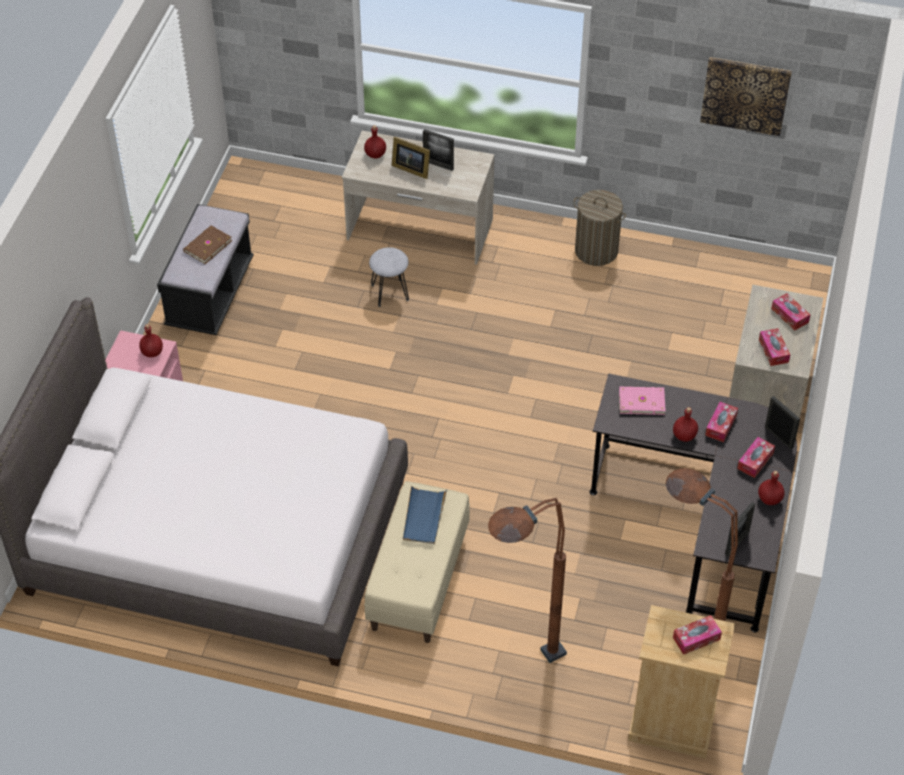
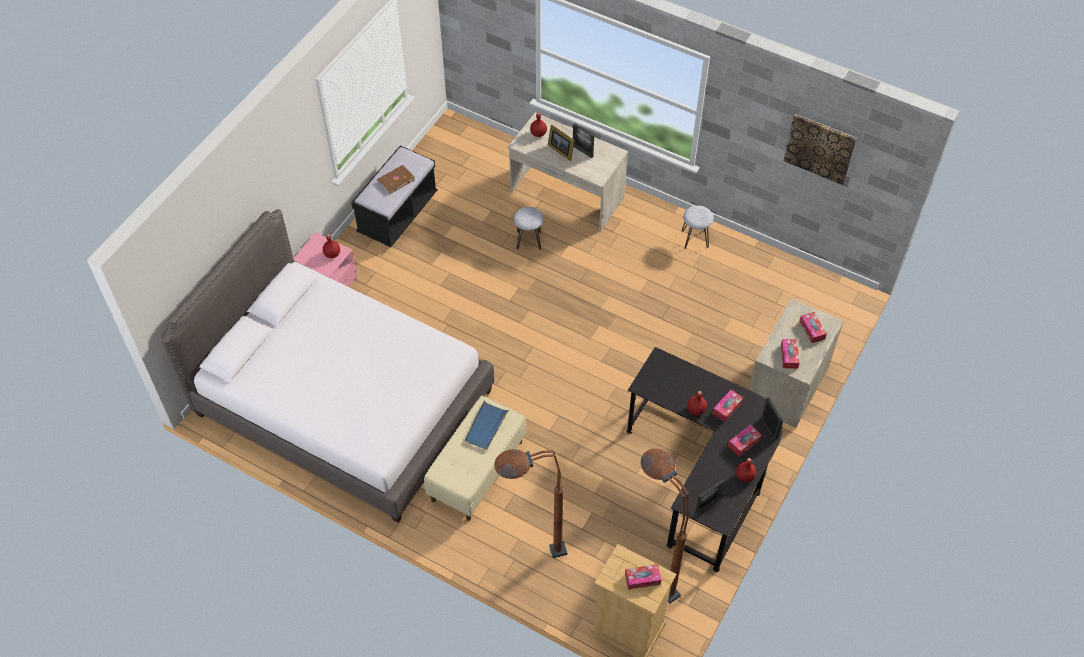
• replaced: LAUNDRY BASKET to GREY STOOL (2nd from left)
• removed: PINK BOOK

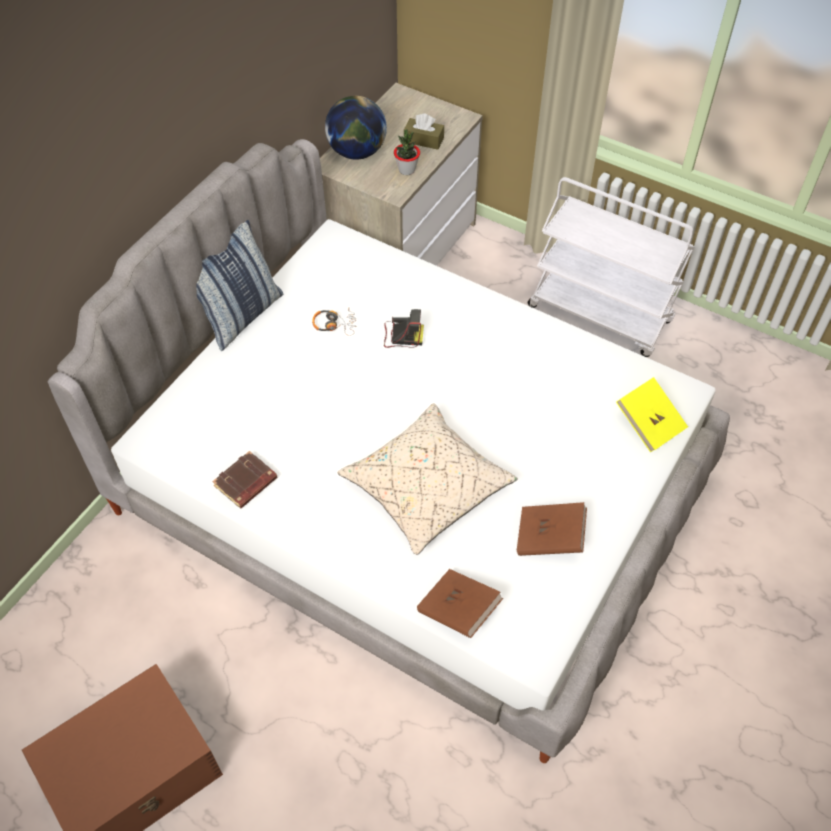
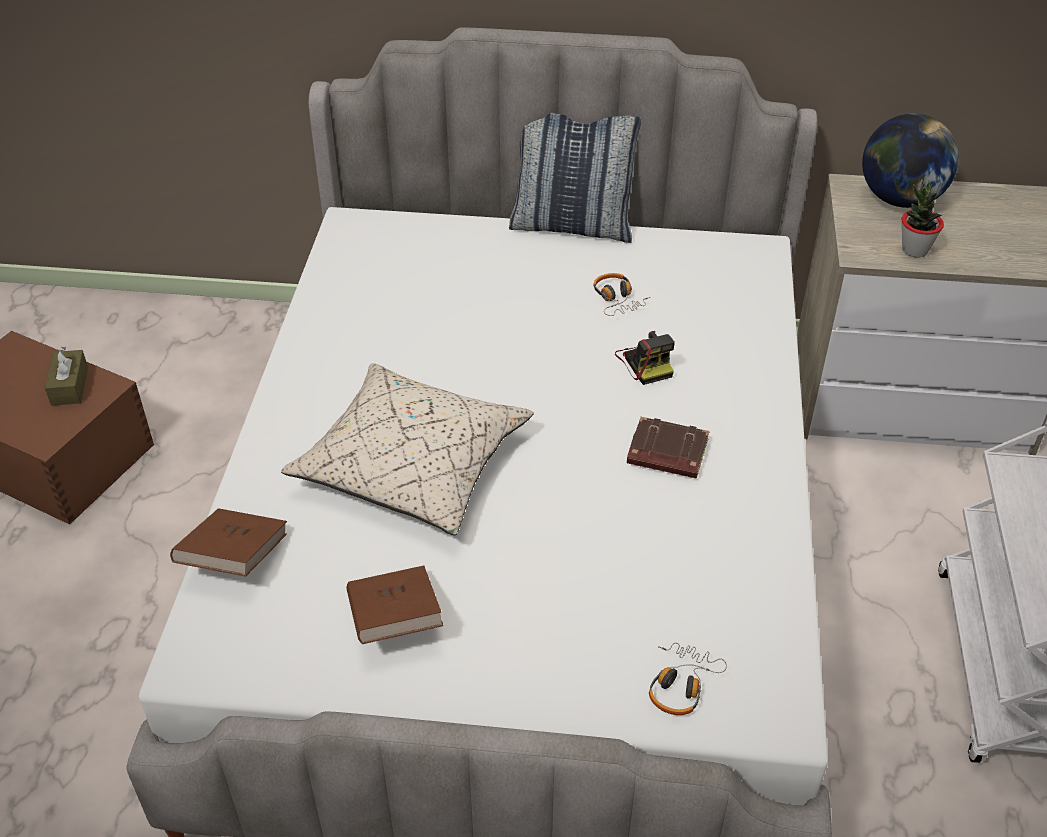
• moved: BROWN TISSUE BOX
• replaced: YELLOW BOOK to HEADPHONES (2nd from left)
• moved: BROWN BOOK (1st from left in the first image) to BROWN BOOK (3rd from left)

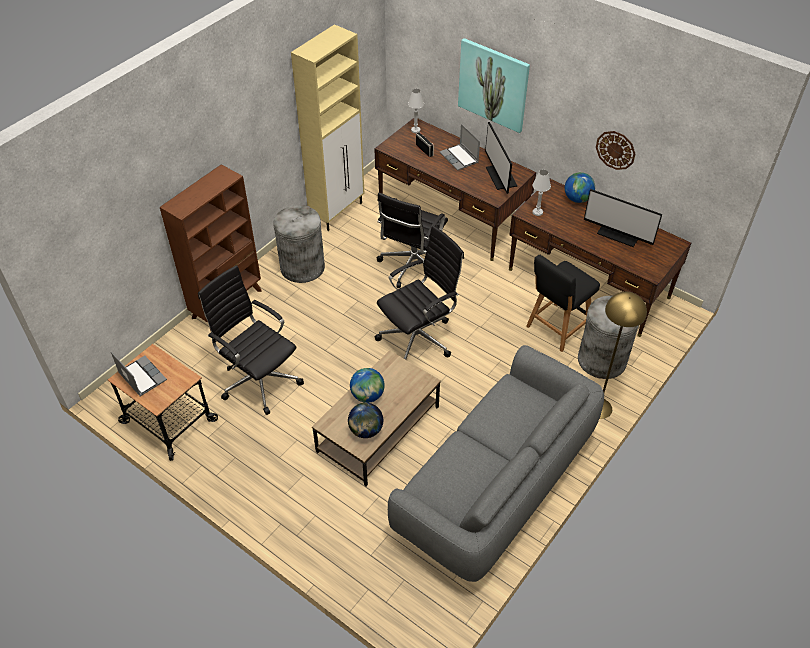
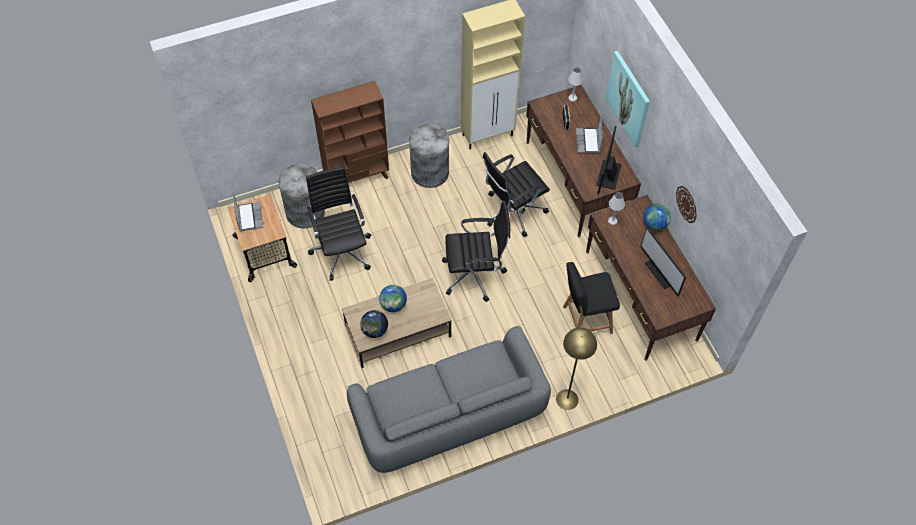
• moved: GREY TRASH CAN (2nd from left in the first image) to GREY TRASH CAN (1st from left)

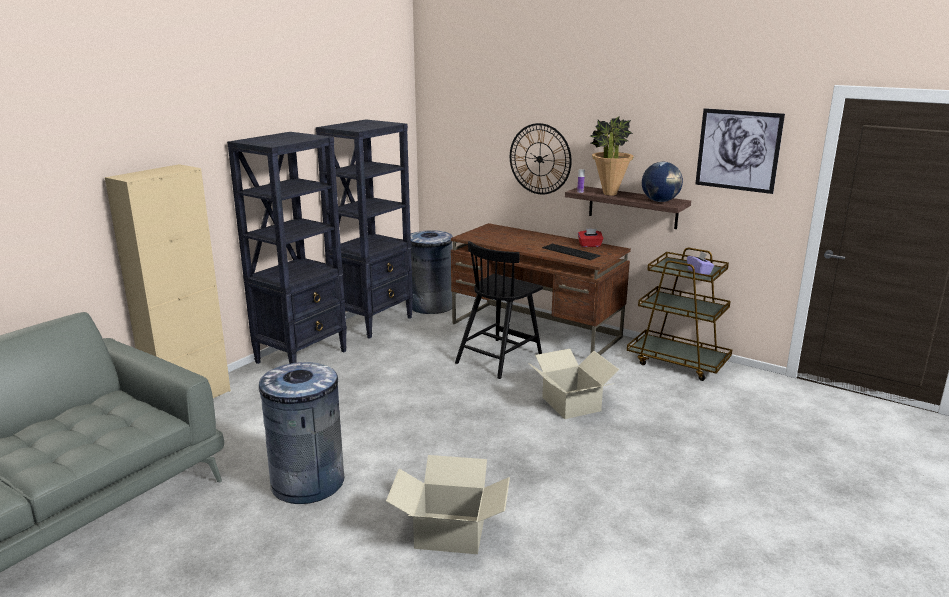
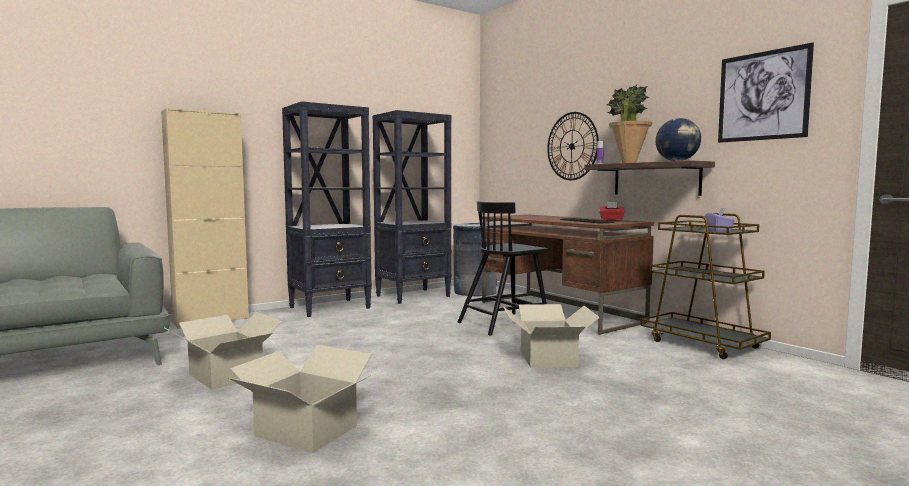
• replaced: GREY TRASH CAN (1st from left) to CARDBOARD BOX (1st from left)

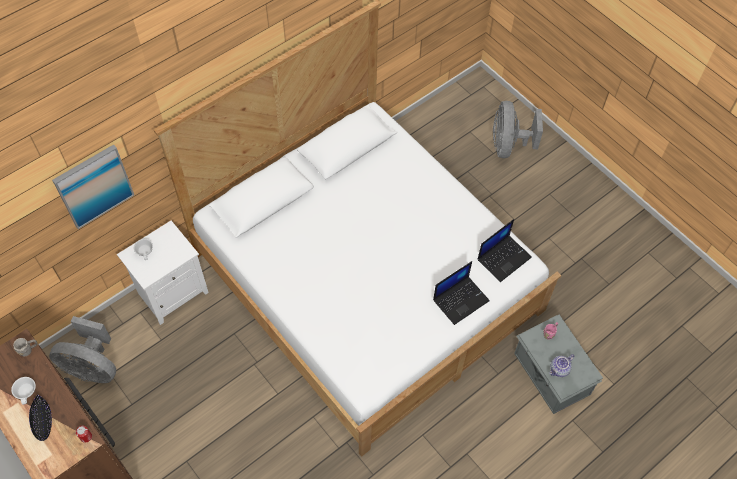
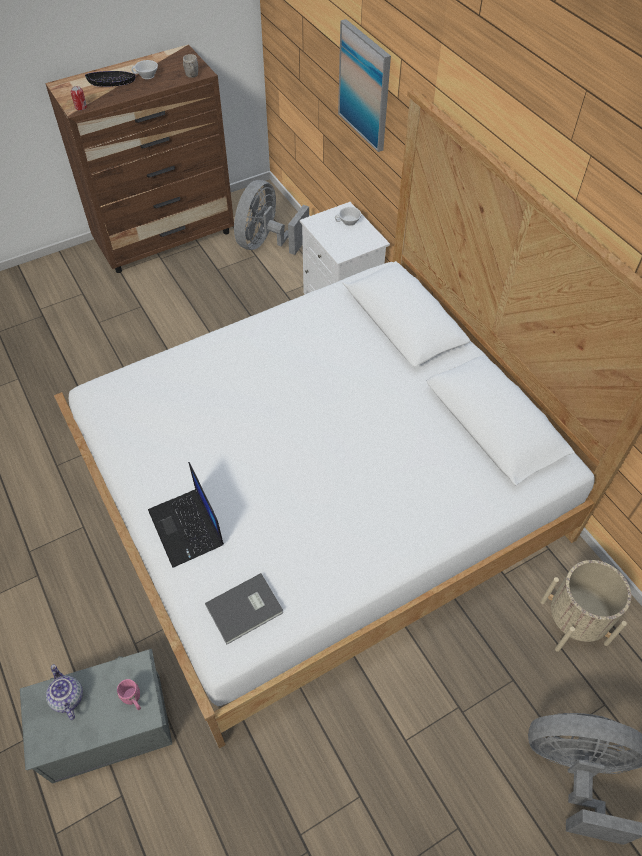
• replaced: LAPTOP (2nd from left) to GREY BOOK
• added: BEIGE PLANTER

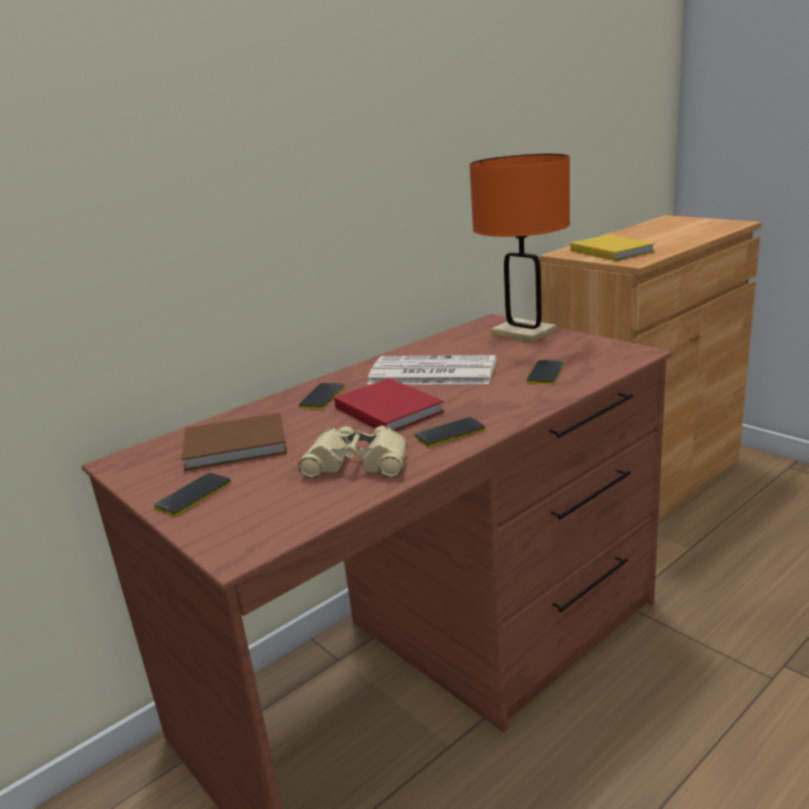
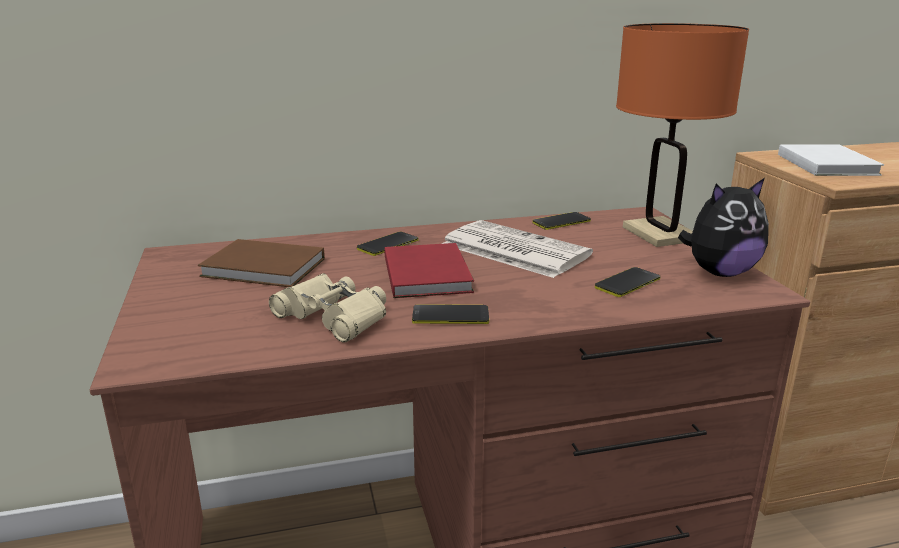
• recoloured: YELLOW BOOK to WHITE BOOK
• moved: PHONE (1st from left in the first image) to PHONE (3rd from left)
• added: PLUSH TOY

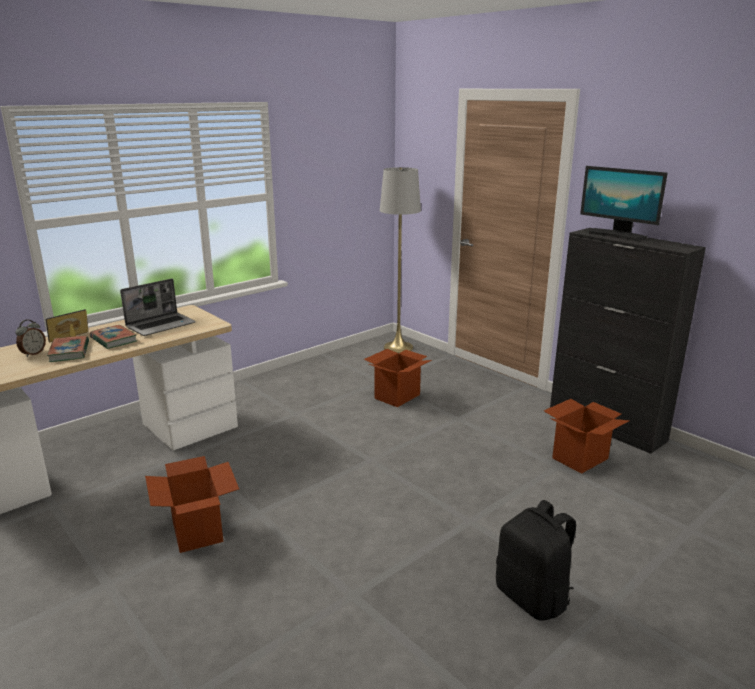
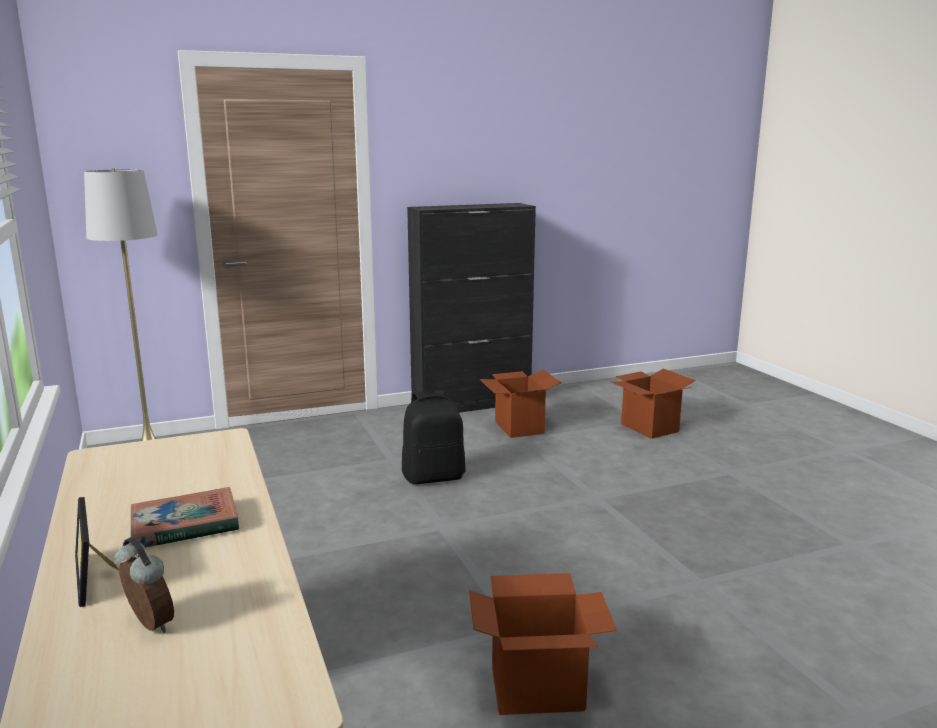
• removed: MONITOR
• removed: LAPTOP
• removed: BOOK (1st from left)
• moved: CARDBOARD BOX (2nd from left in the first image) to CARDBOARD BOX (3rd from left)
• moved: BLACK BACKPACK

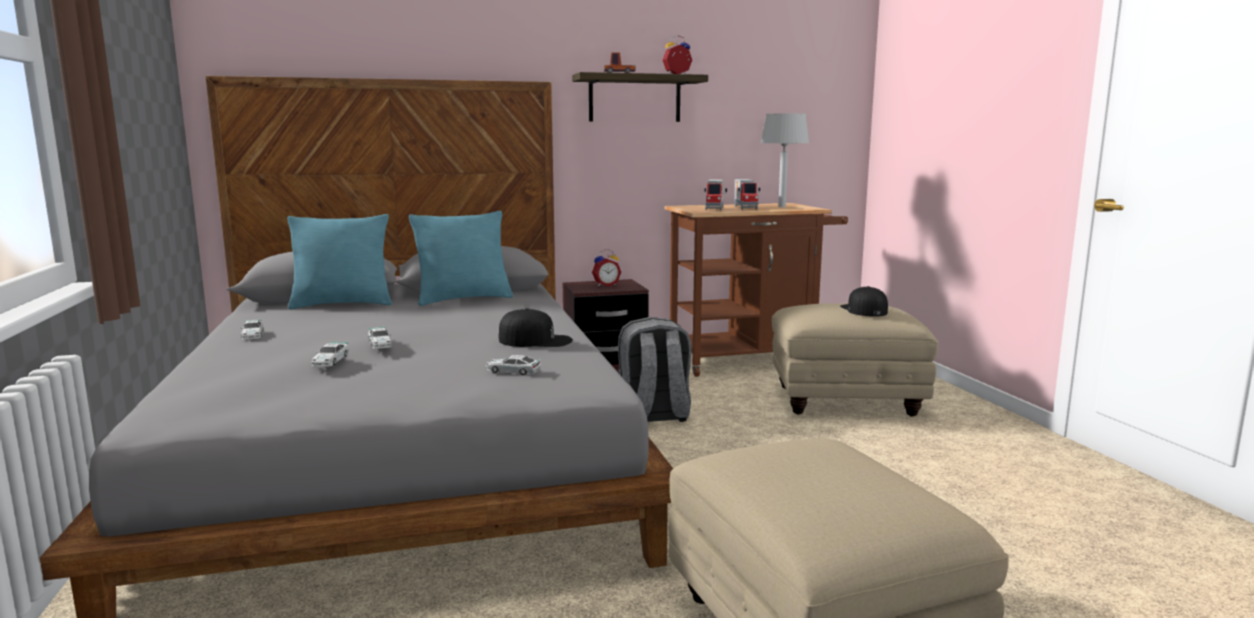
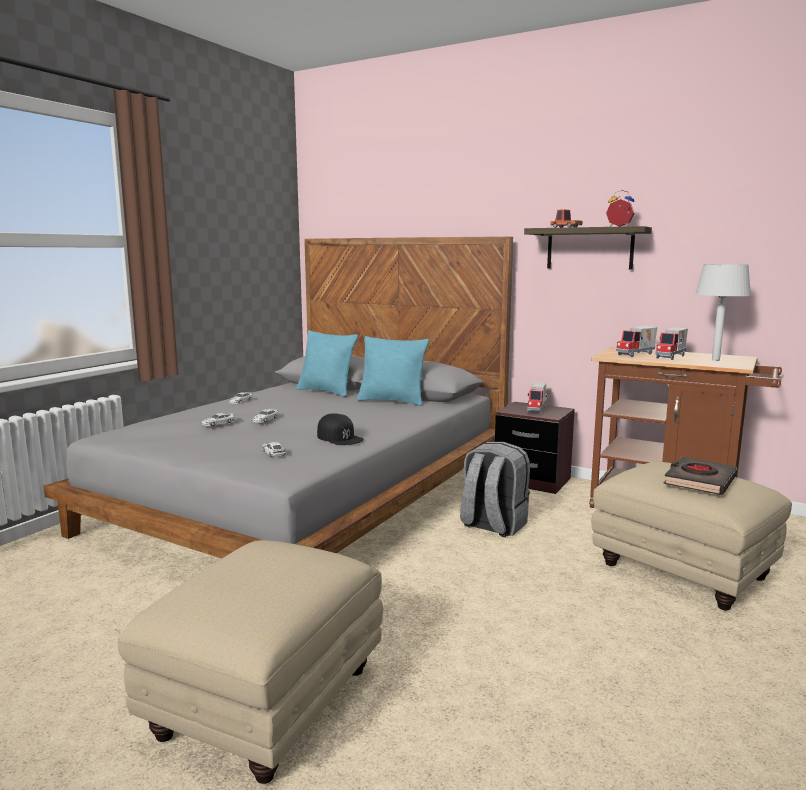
• replaced: ALARM CLOCK (1st from left) to TOY TRUCK (1st from left)
• replaced: BLACK CAP (2nd from left) to BLACK BOOK

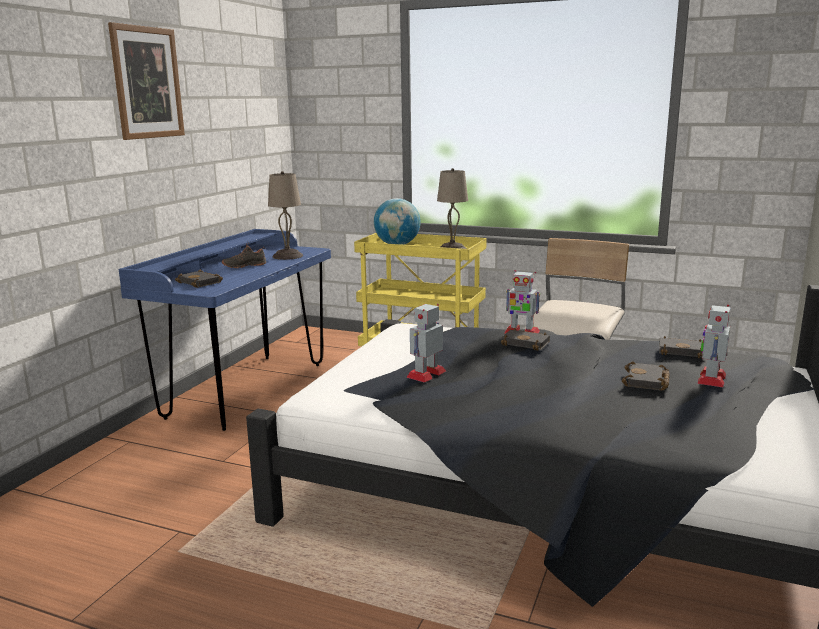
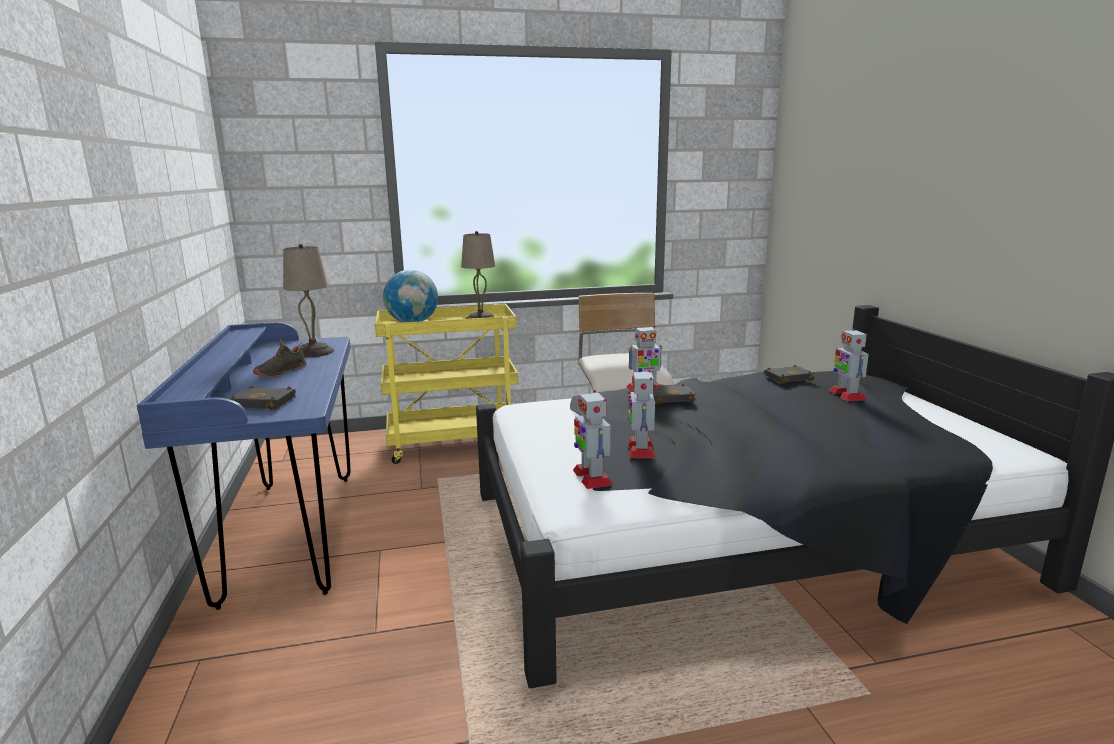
• removed: PICTURE
• removed: BLACK BOOK (3rd from left)
• added: TOY ROBOT (1st from left)

